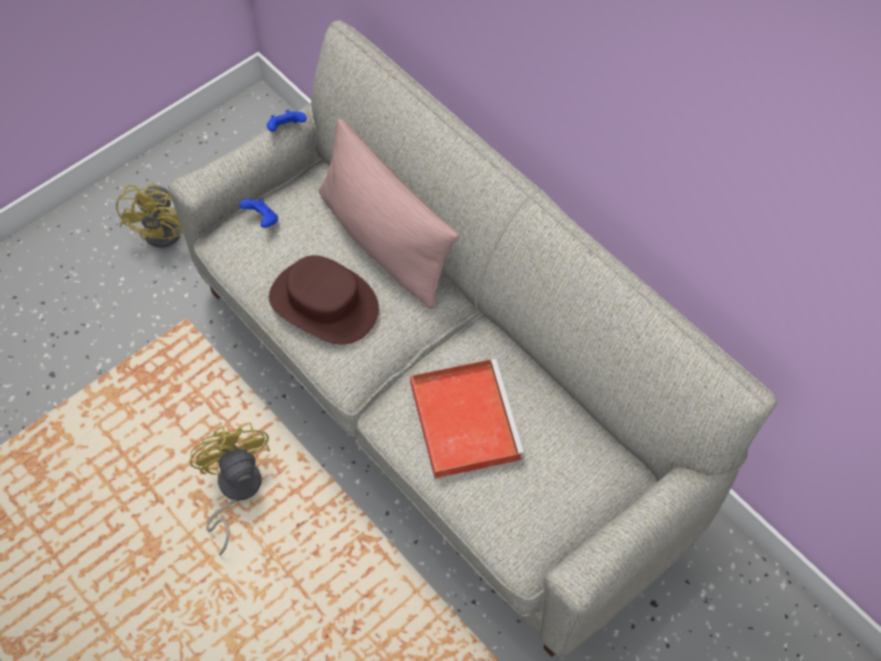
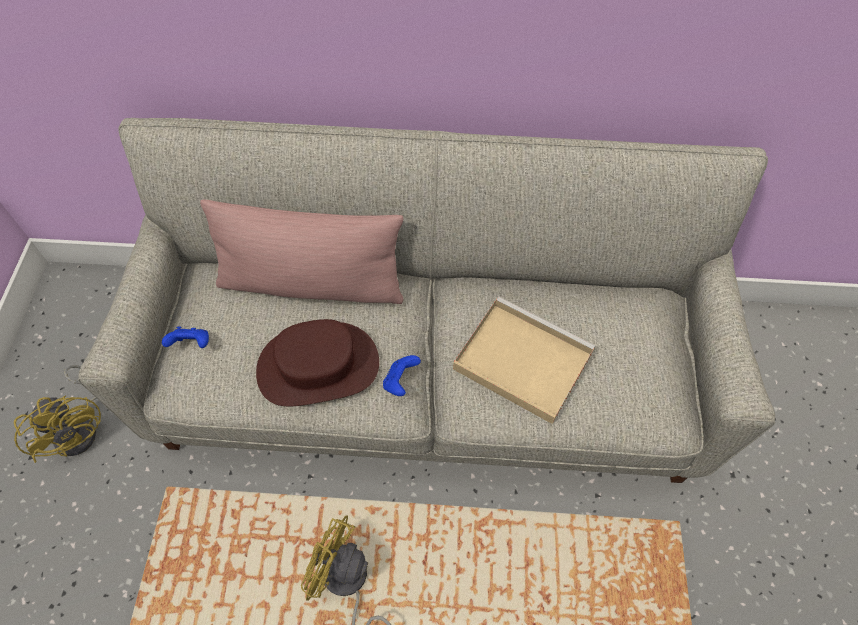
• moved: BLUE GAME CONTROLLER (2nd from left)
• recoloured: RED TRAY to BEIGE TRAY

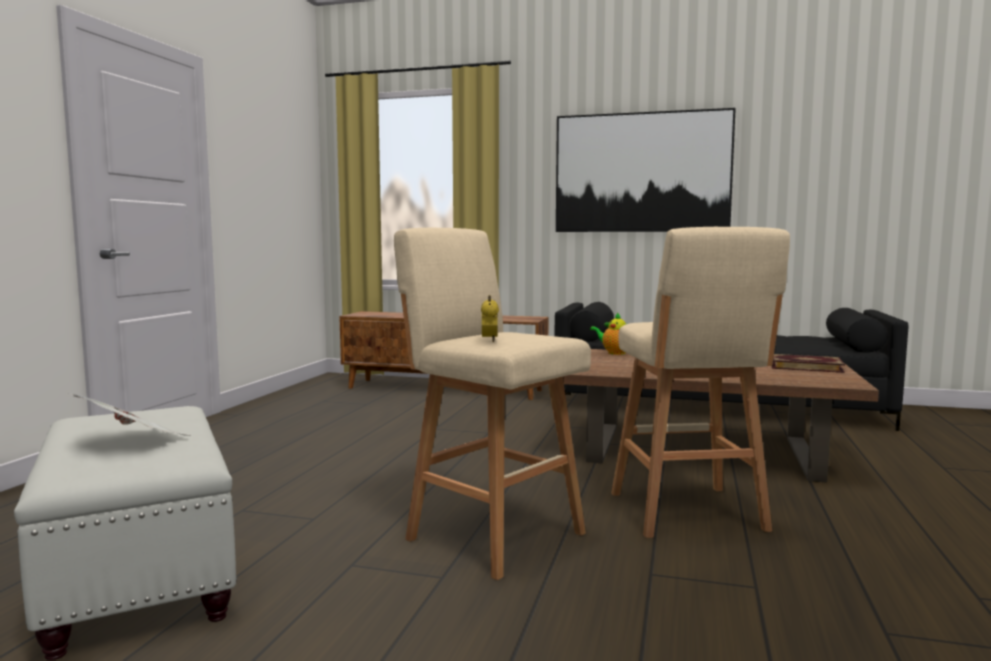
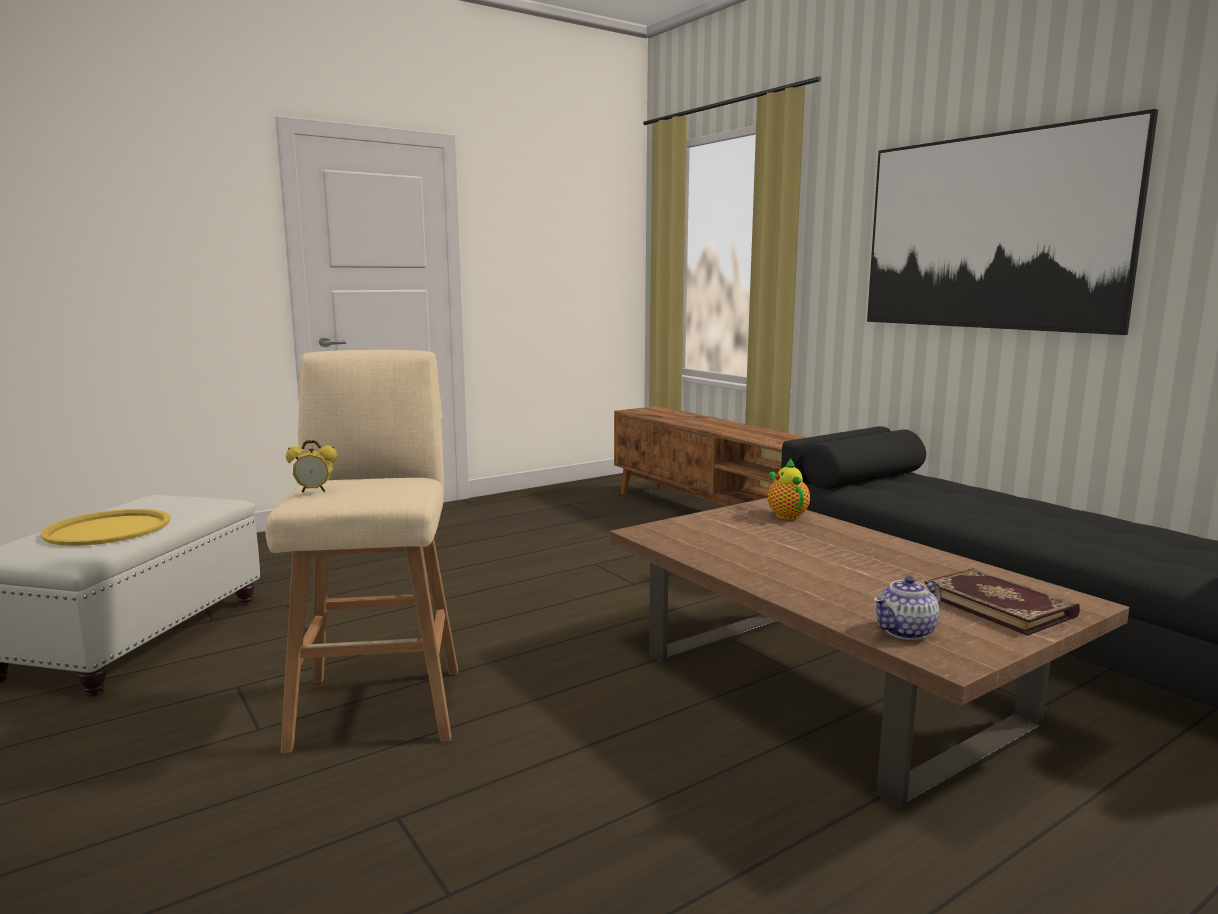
• removed: BEIGE STOOL (2nd from left)
• turned: ALARM CLOCK 45 degrees clockwise
• replaced: NEWSPAPER to YELLOW TRAY
• added: TEAPOT (2nd from left)

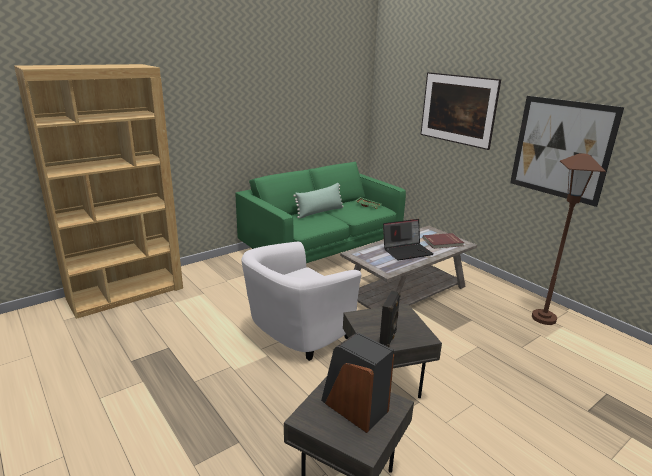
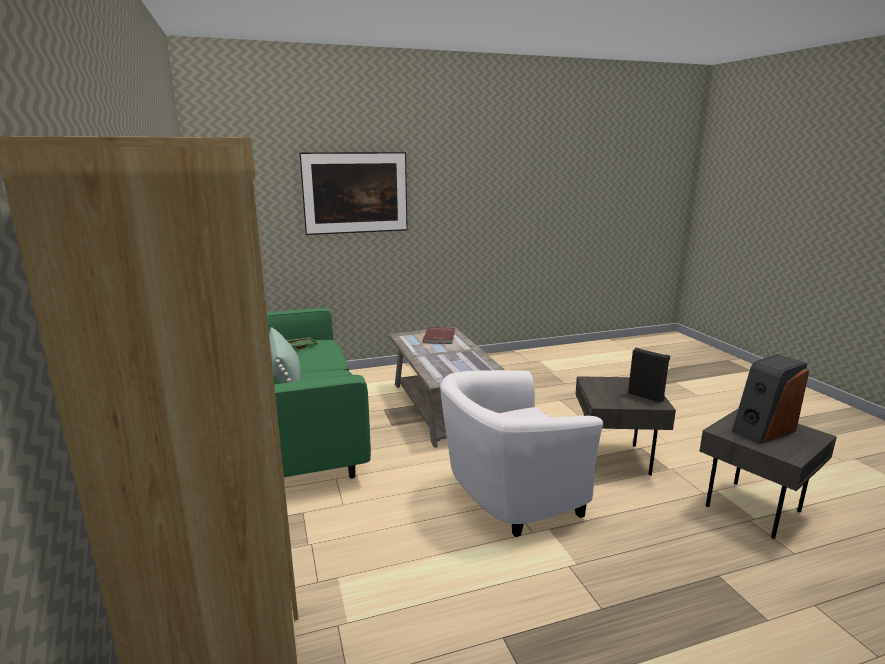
• removed: PICTURE (2nd from left)
• removed: BROWN FLOOR LAMP
• removed: LAPTOP
• turned: WHITE ARMCHAIR 90 degrees clockwise

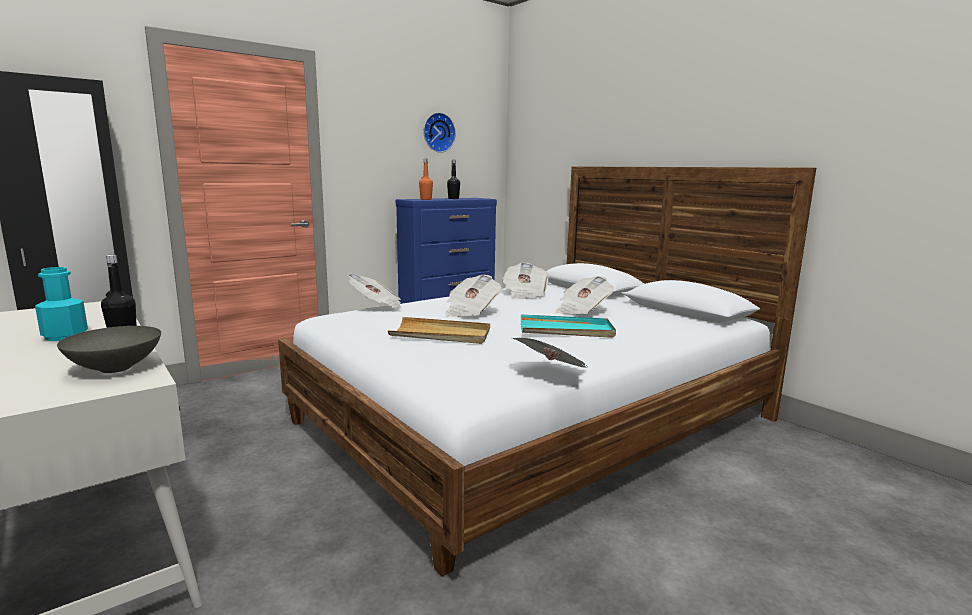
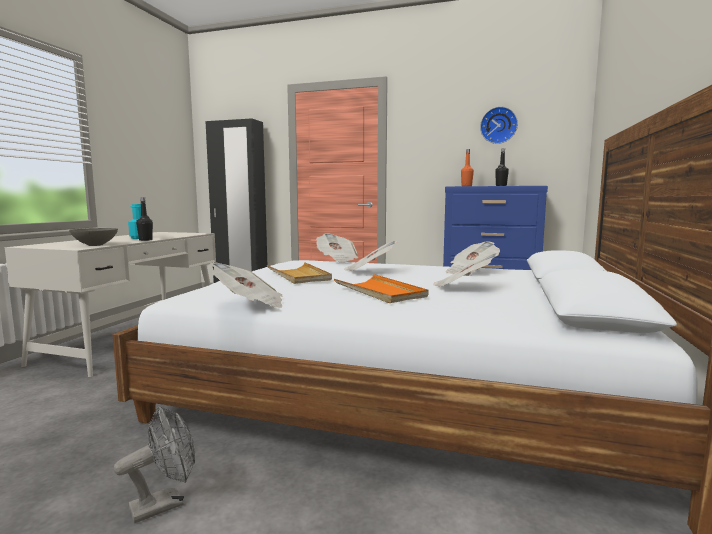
• recoloured: TURQUOISE TRAY to ORANGE TRAY
• added: GREY FAN

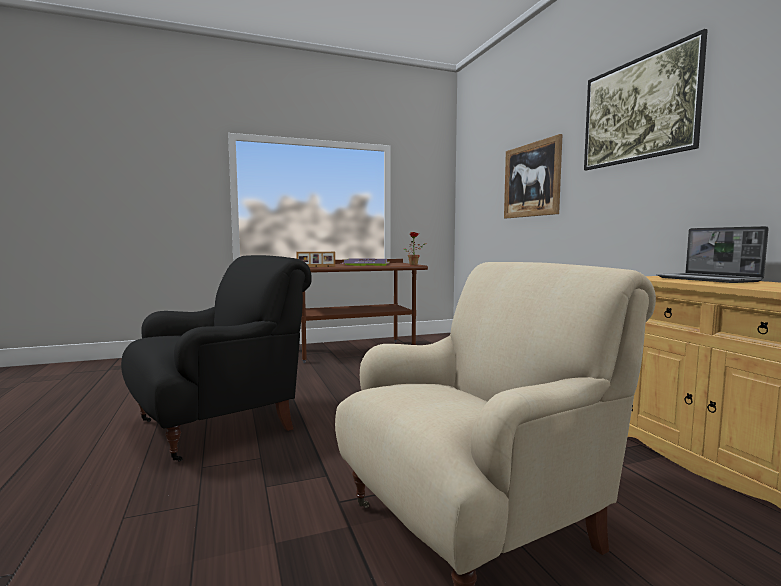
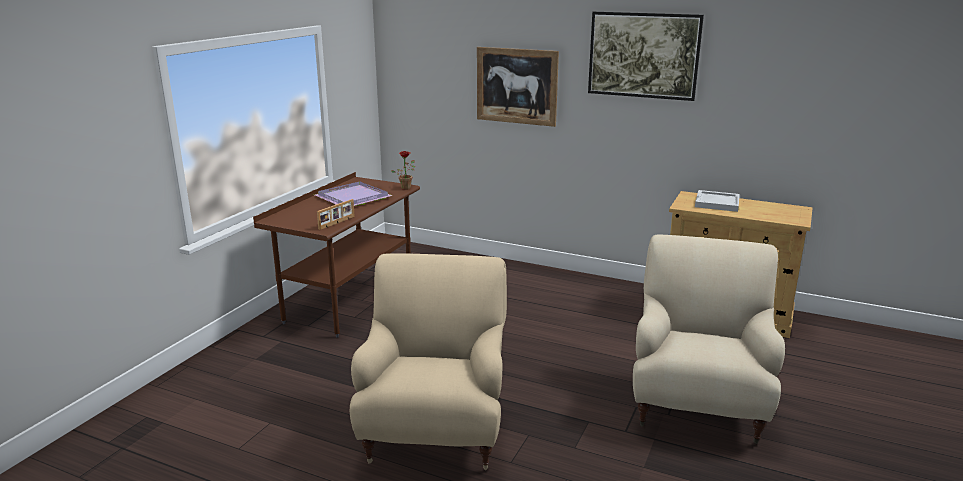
• replaced: LAPTOP to WHITE TRAY
• recoloured: BLACK ARMCHAIR to BEIGE ARMCHAIR (1st from left)

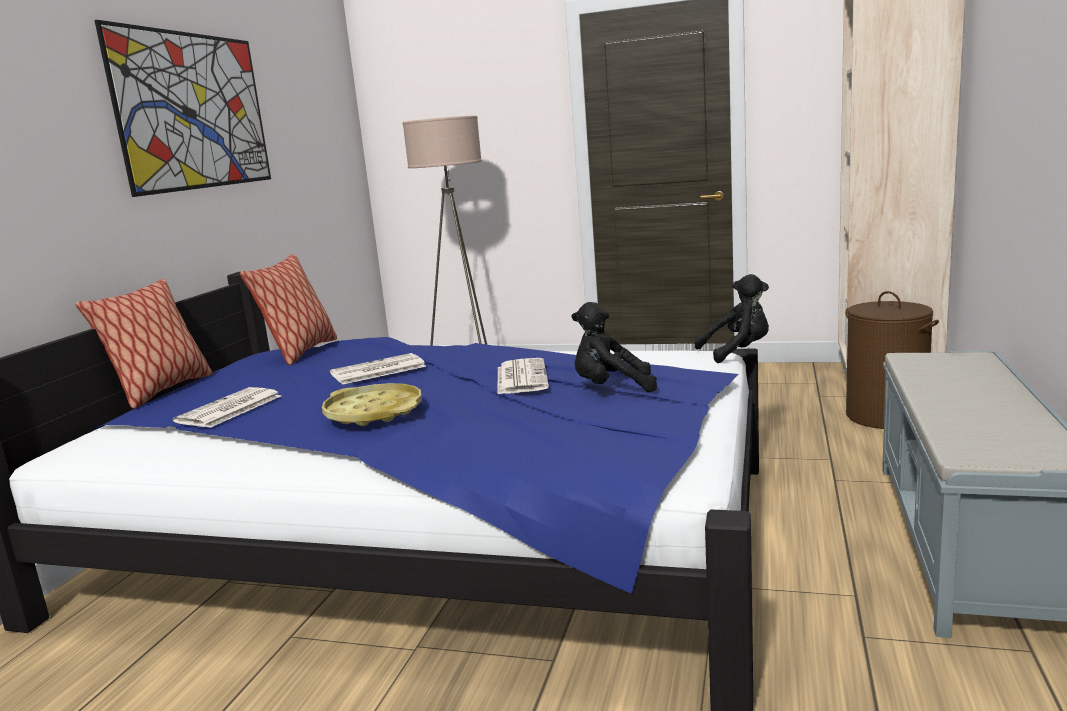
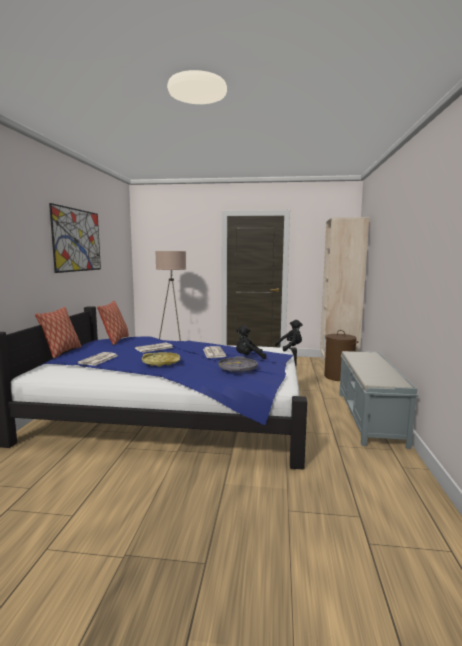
• added: GREY TRAY

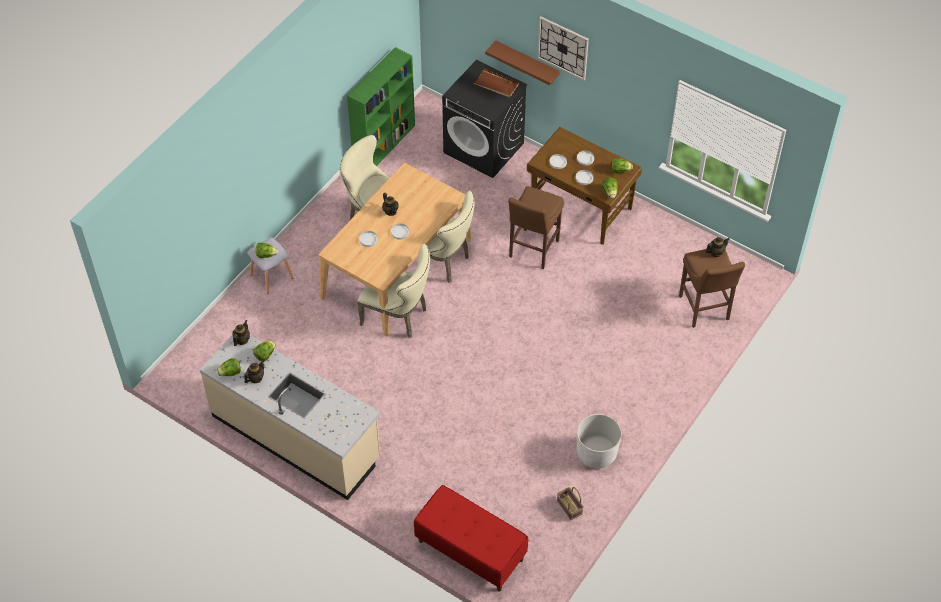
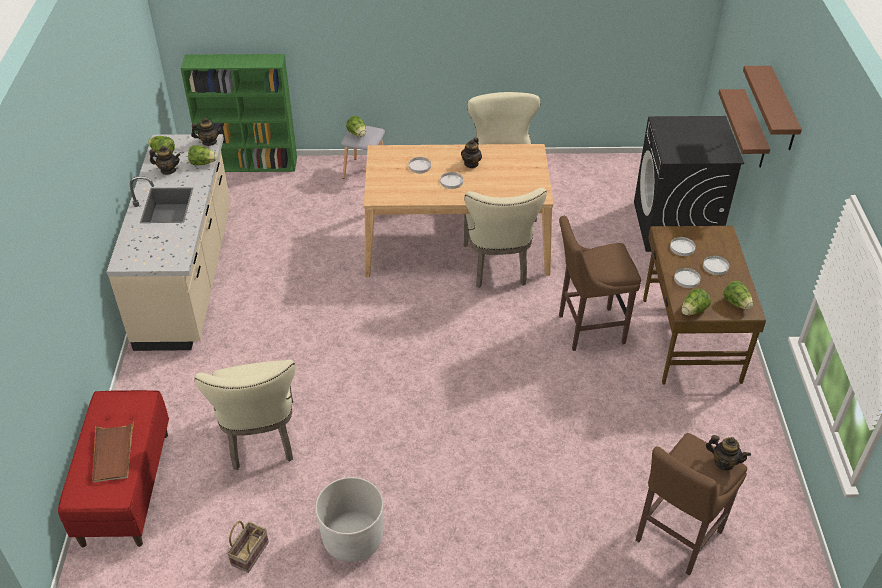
• replaced: WALL CLOCK to BROWN SHELF (2nd from left)
• moved: GREEN BOOKCASE
• moved: BROWN TRAY
• moved: BEIGE CHAIR (2nd from left in the first image) to BEIGE CHAIR (1st from left)

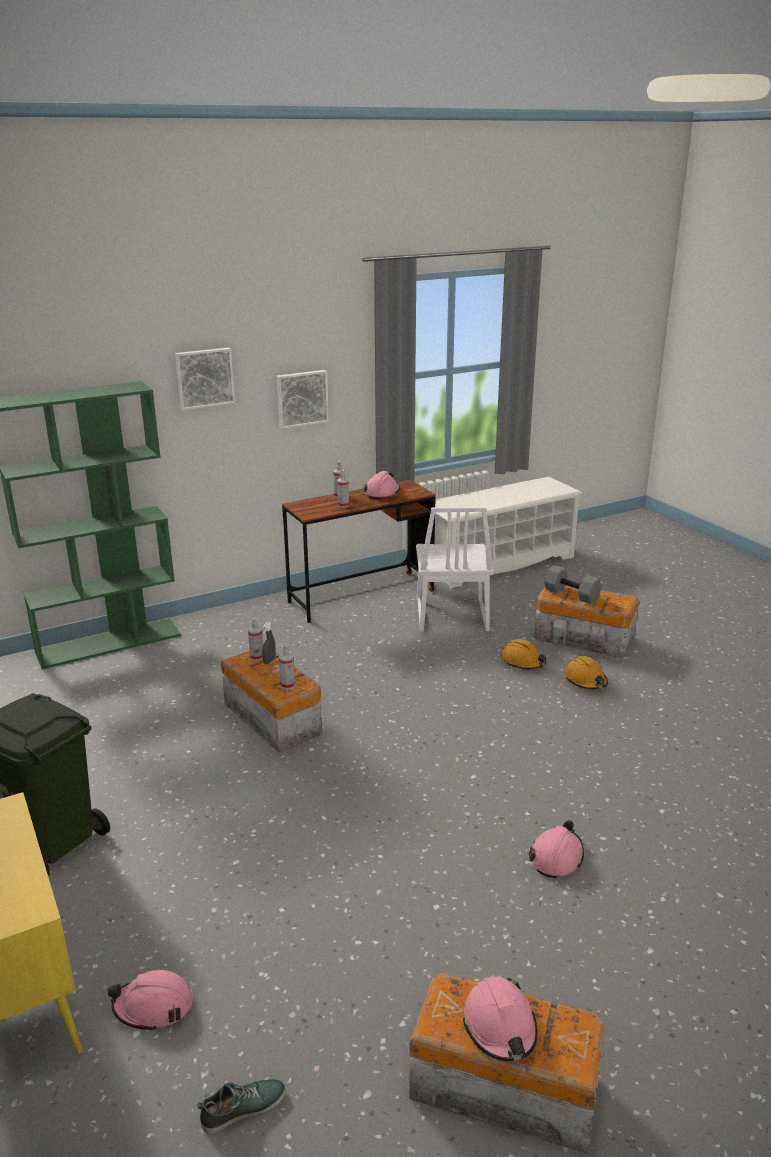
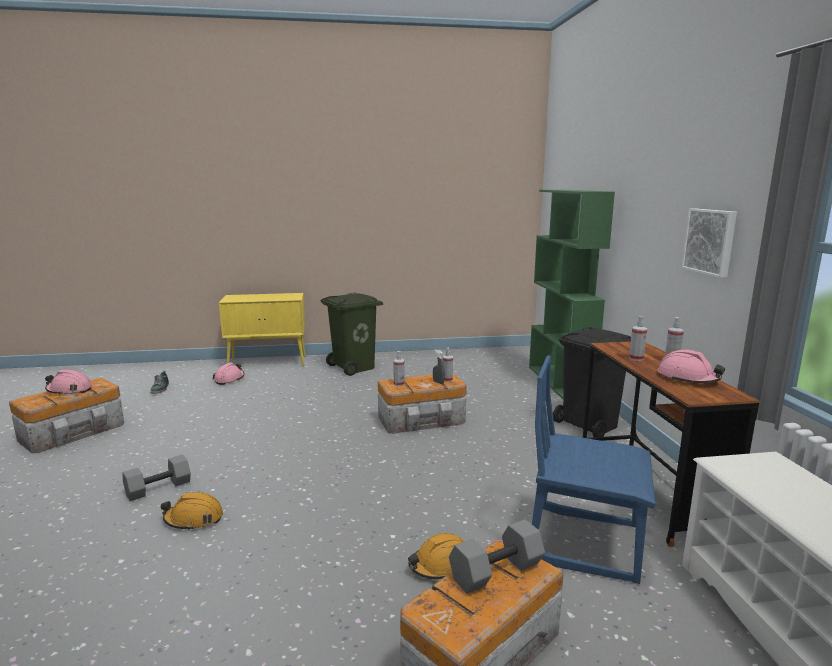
• removed: PICTURE (1st from left)
• recoloured: WHITE CHAIR to BLUE CHAIR
• moved: ORANGE HARD HAT (2nd from left in the first image) to ORANGE HARD HAT (1st from left)
• replaced: PINK HARD HAT (4th from left) to GREY DUMBBELL (1st from left)
• added: BLACK TRASH CAN

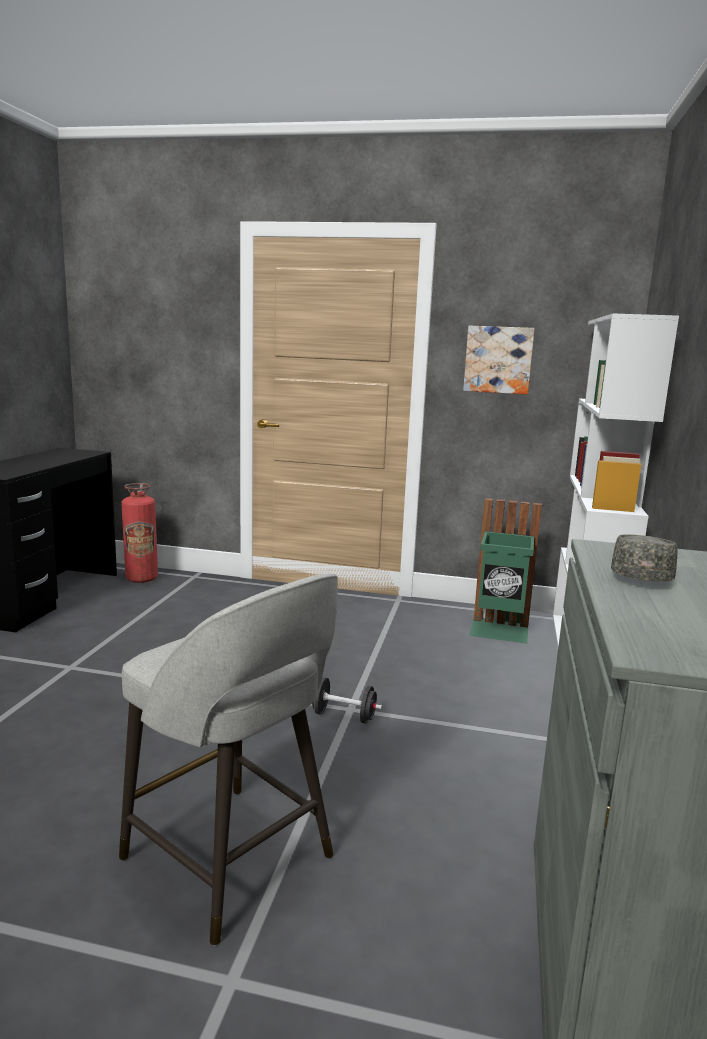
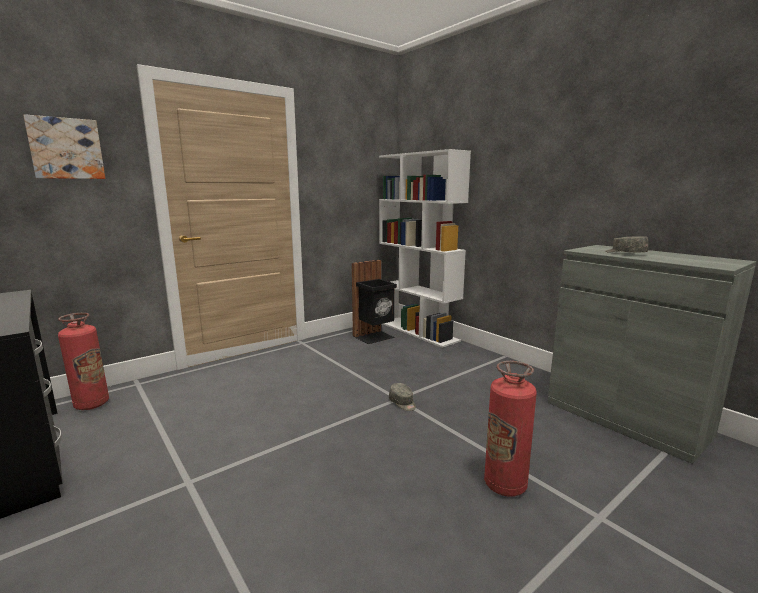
• moved: PICTURE
• recoloured: GREEN TRASH CAN to BLACK TRASH CAN
• replaced: GREY STOOL to FIRE EXTINGUISHER (2nd from left)
• replaced: BLACK DUMBBELL to GREY CAP (1st from left)

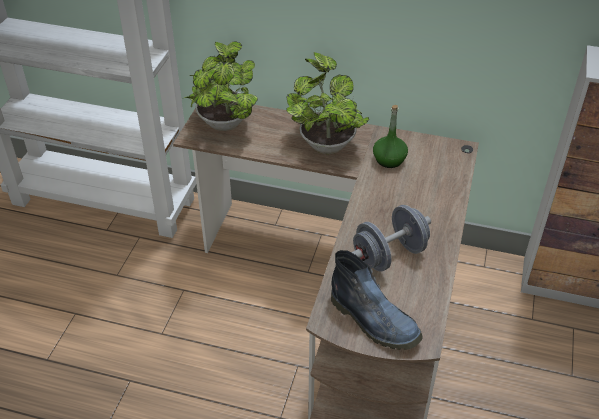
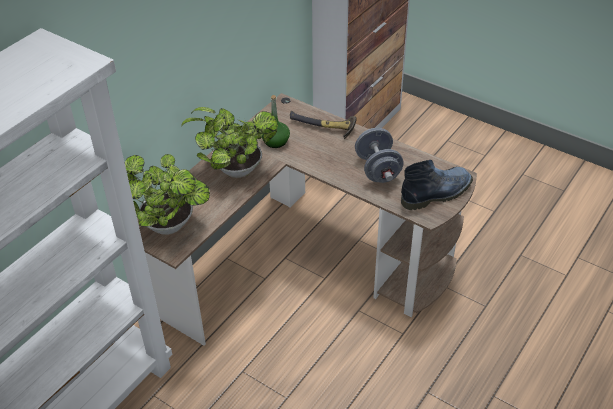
• added: HAMMER

